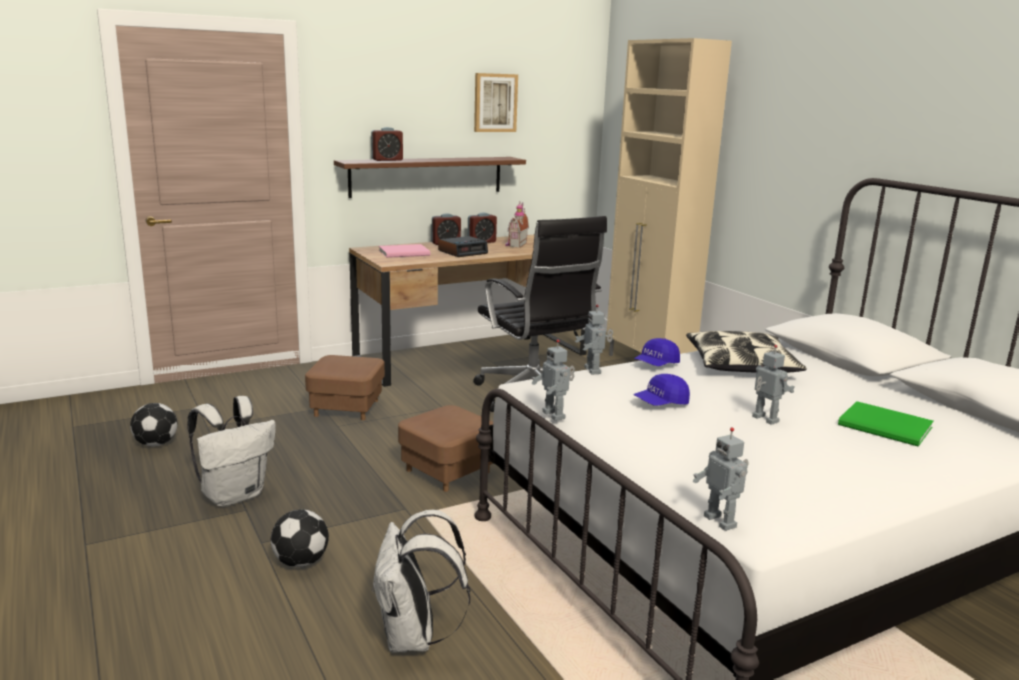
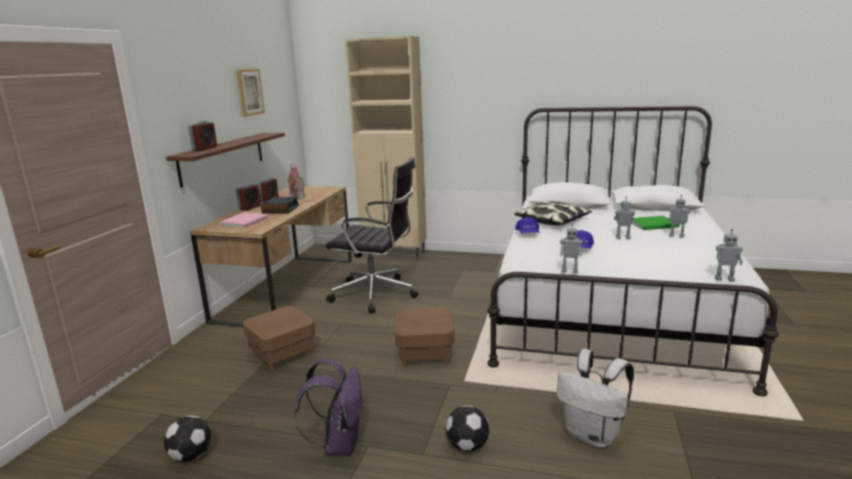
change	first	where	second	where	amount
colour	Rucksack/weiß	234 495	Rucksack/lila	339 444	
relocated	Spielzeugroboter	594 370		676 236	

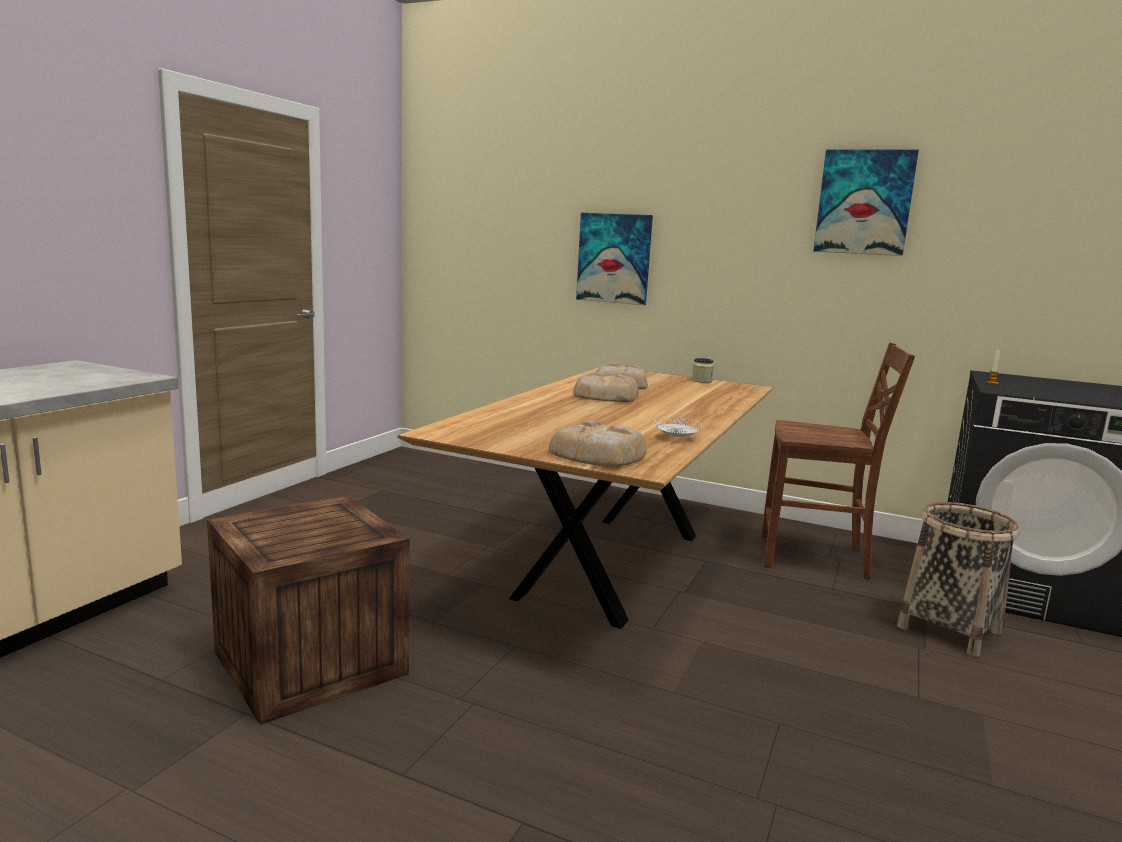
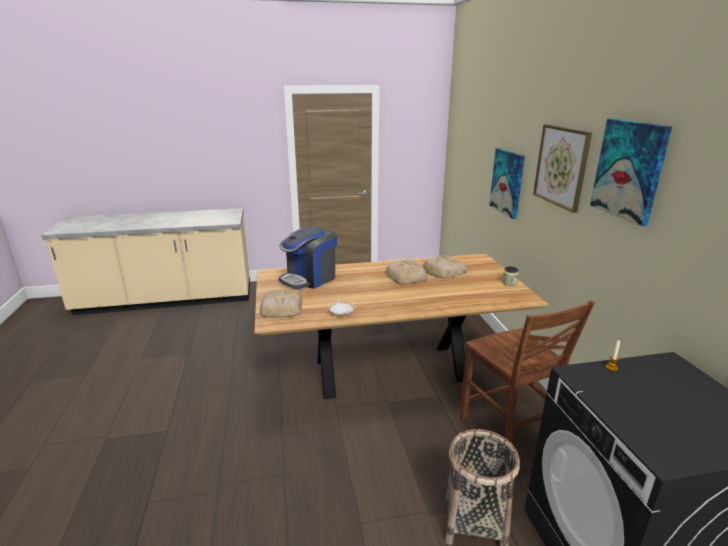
change	first	where	second	where	amount
appeared			Kaffeemaschine	309 278	
appeared			Bild	561 166	
missing	Kiste	310 663			

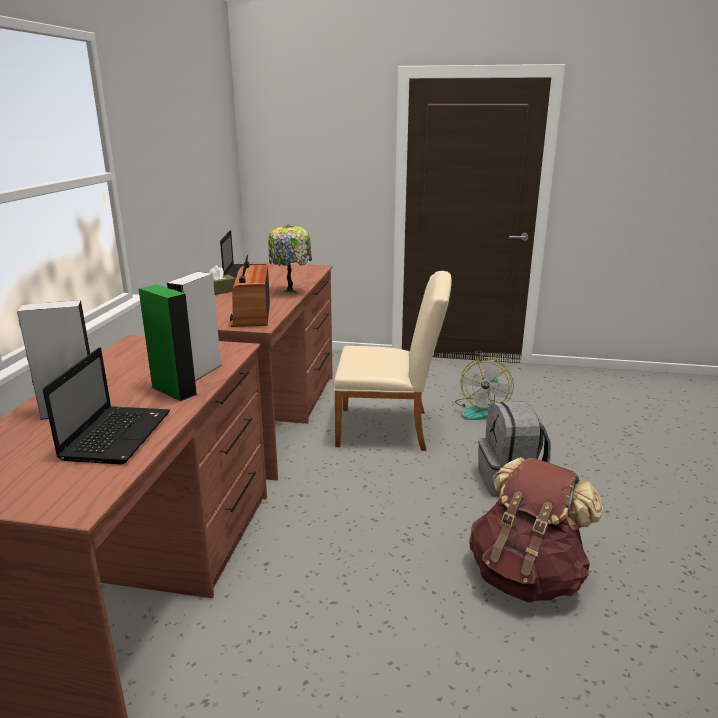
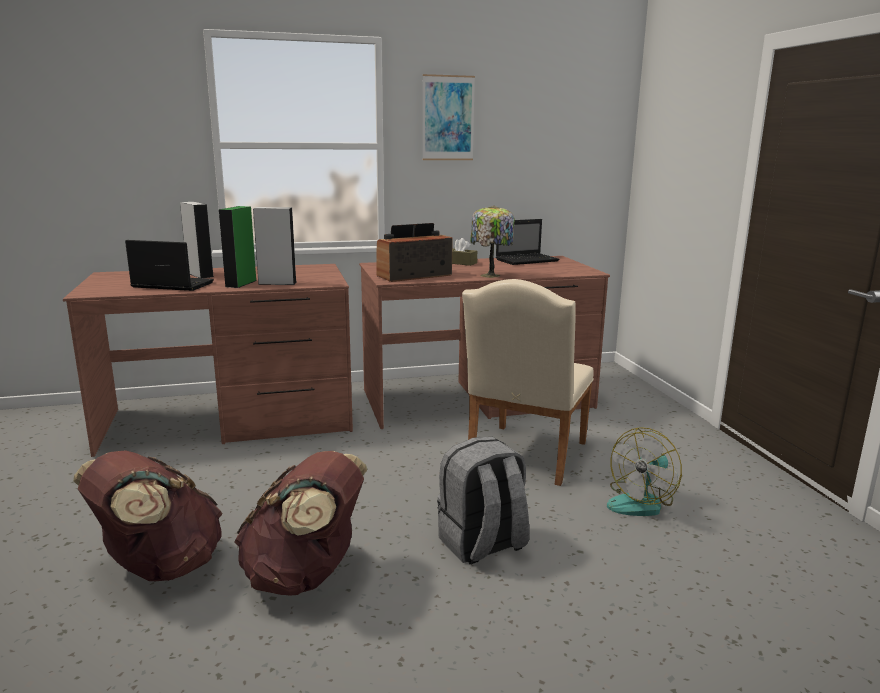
change	first	where	second	where	amount
appeared			Rucksack/braun	159 567	
spun	Laptop	117 434		171 285	150 degrees counterclockwise
appeared			Bild	448 118	
spun	Stuhl/beige	390 429		524 457	45 degrees clockwise
spun	Ventilator	481 410		641 502	45 degrees counterclockwise

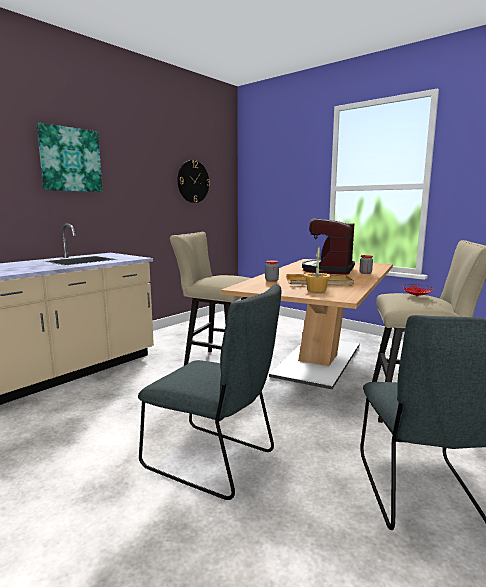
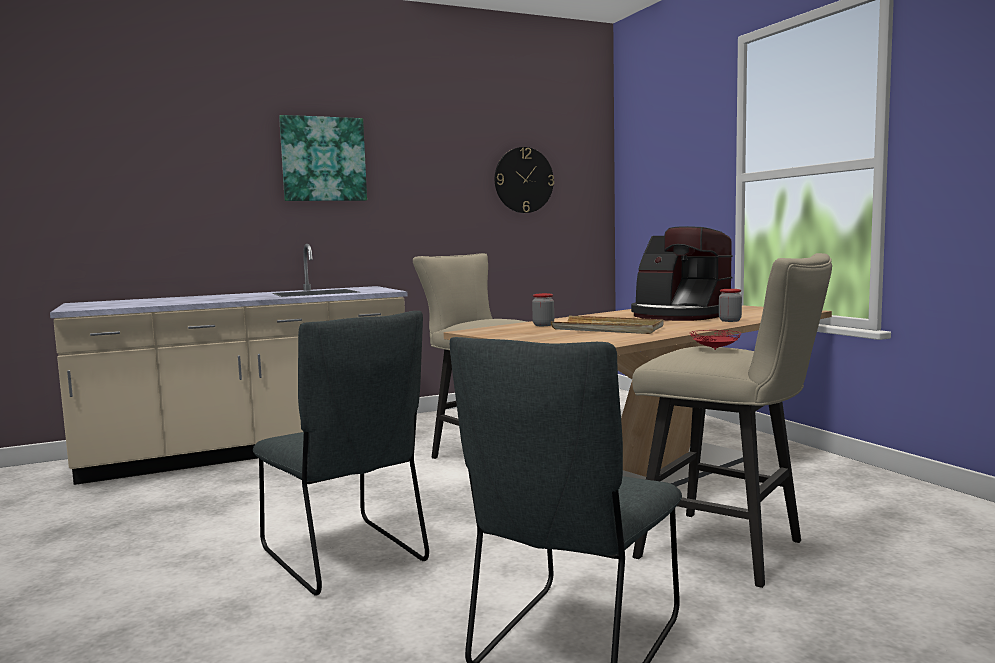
change	first	where	second	where	amount
spun	Kaffeemaschine	329 270		679 316	90 degrees counterclockwise
missing	Topfpflanze	316 289			

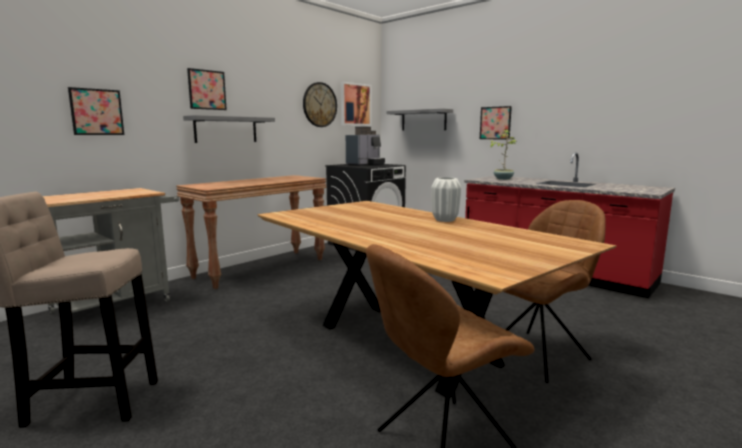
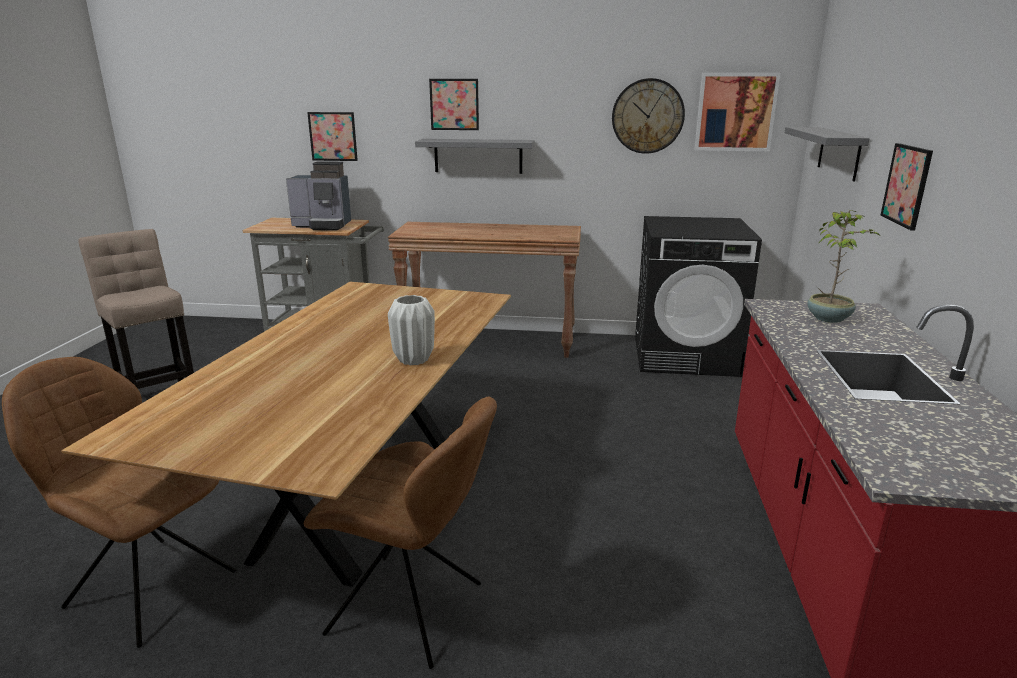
change	first	where	second	where	amount
relocated	Kaffeemaschine	365 164		323 226	

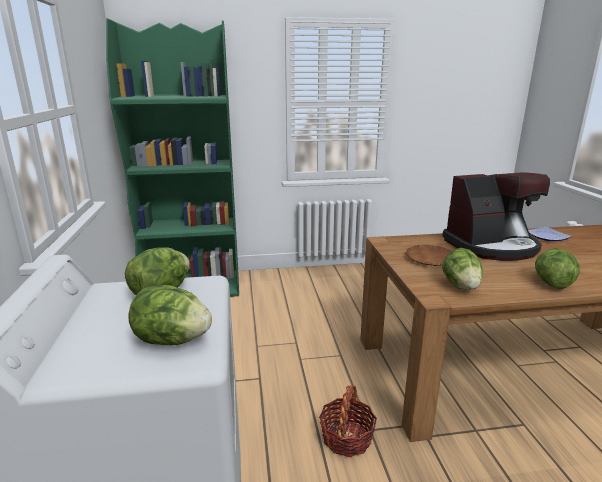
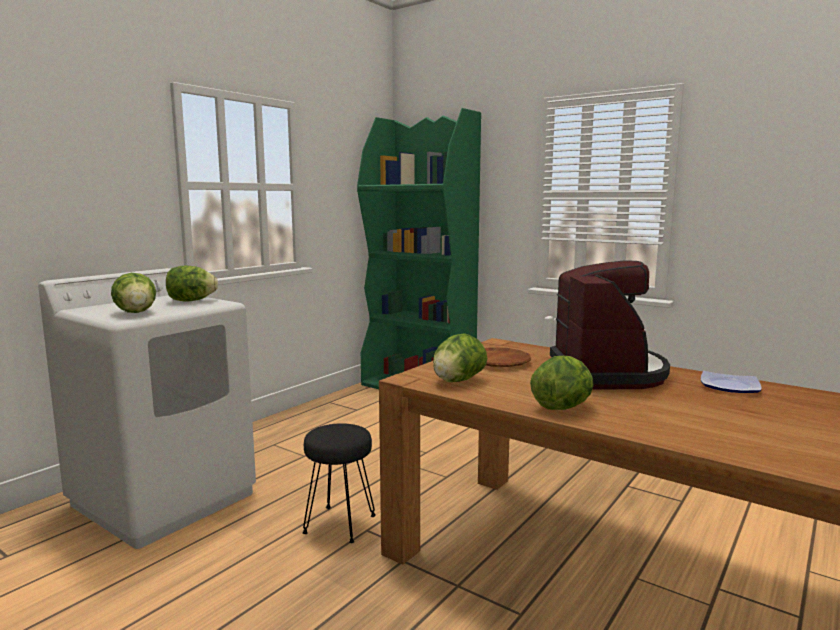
change	first	where	second	where	amount
exchanged	Korb	346 437	Hocker/schwarz	340 523	
spun	Kaffeemaschine	491 246		607 373	120 degrees counterclockwise

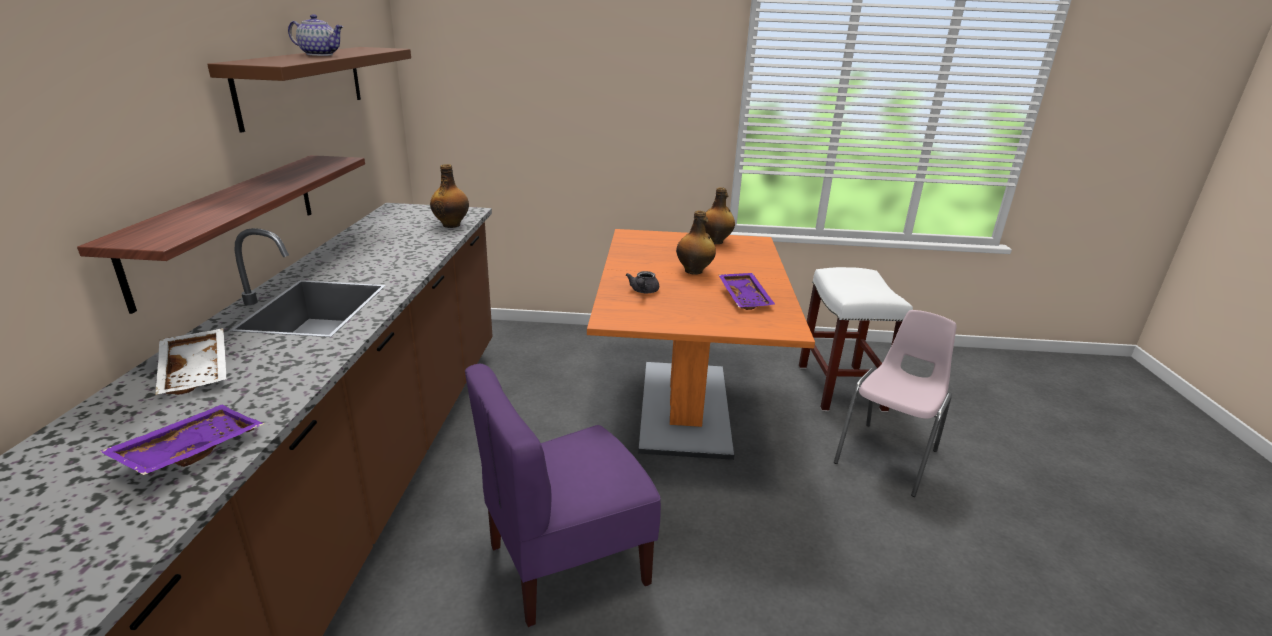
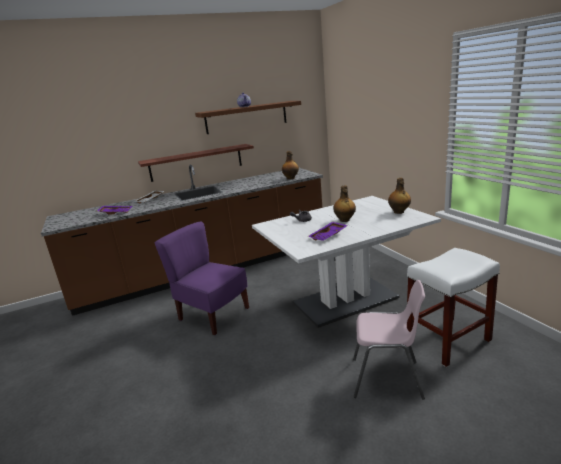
change	first	where	second	where	amount
colour	Esstisch/orange	684 407	Esstisch/weiß	345 301	

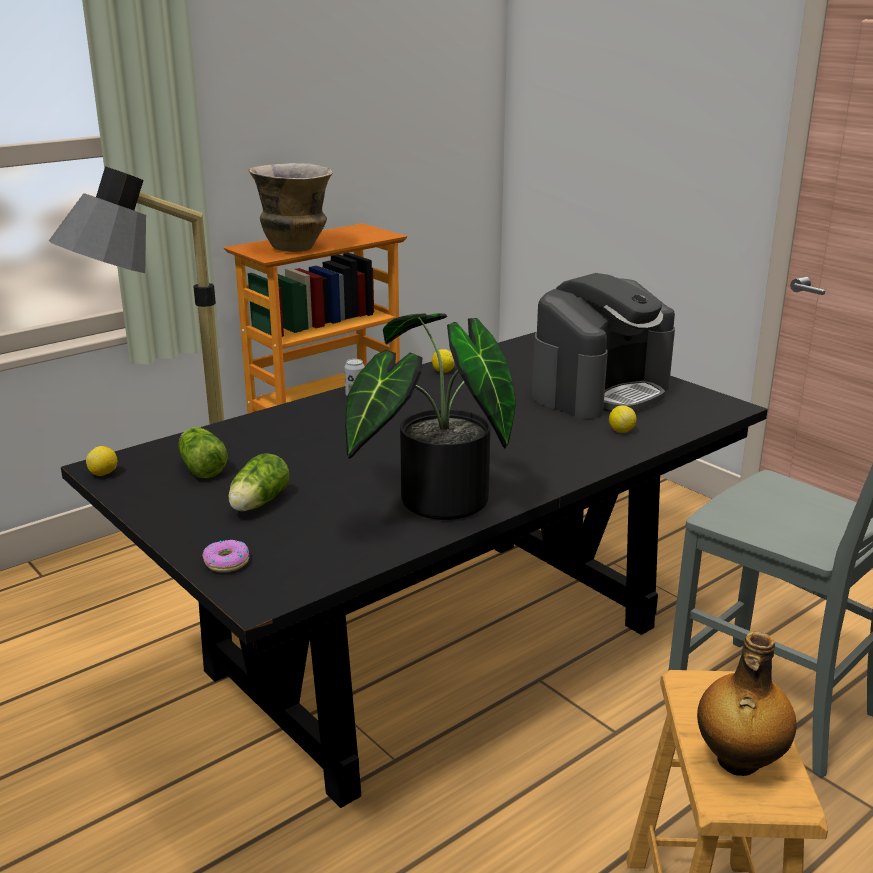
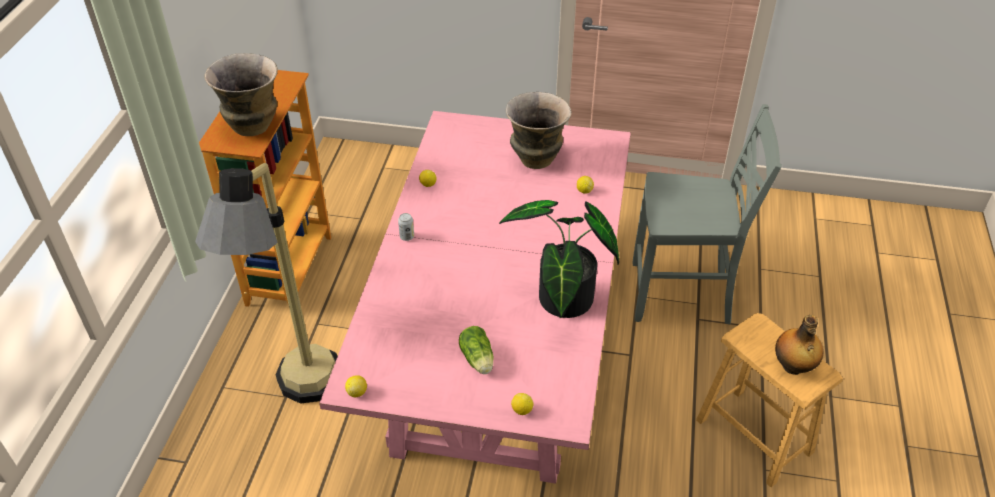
change	first	where	second	where	amount
colour	Esstisch/schwarz	438 647	Esstisch/rosa	497 357	
exchanged	Kaffeemaschine	600 391	Vase	536 159	
exchanged	Donut	226 562	Zitrone	521 410	
missing	Salatkopf	201 467			

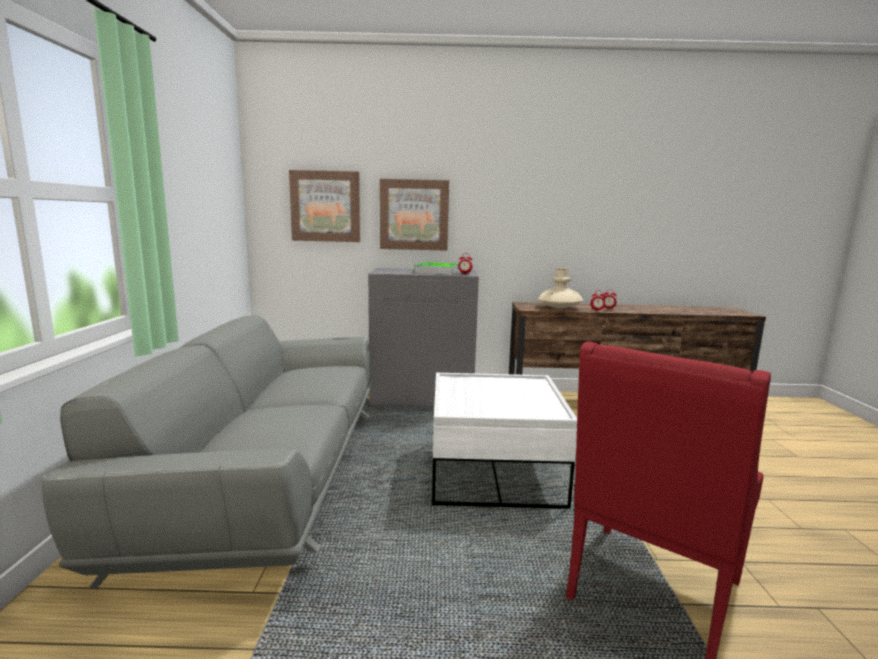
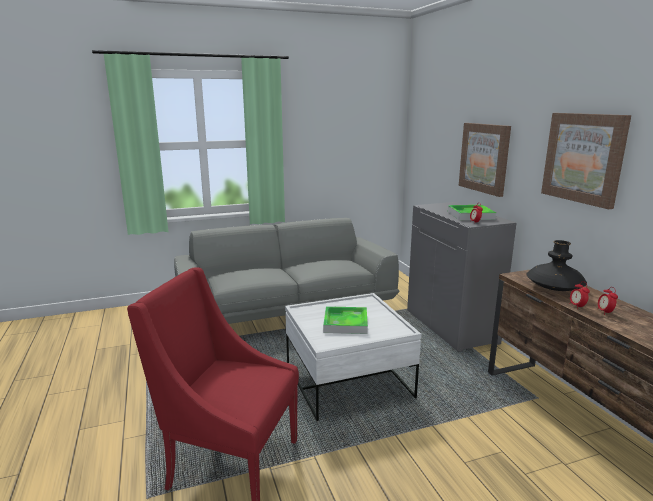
change	first	where	second	where	amount
appeared			Tablett	345 323	
colour	Vase/beige	559 307	Vase/schwarz	554 288	
relocated	Bild	325 206		583 158	

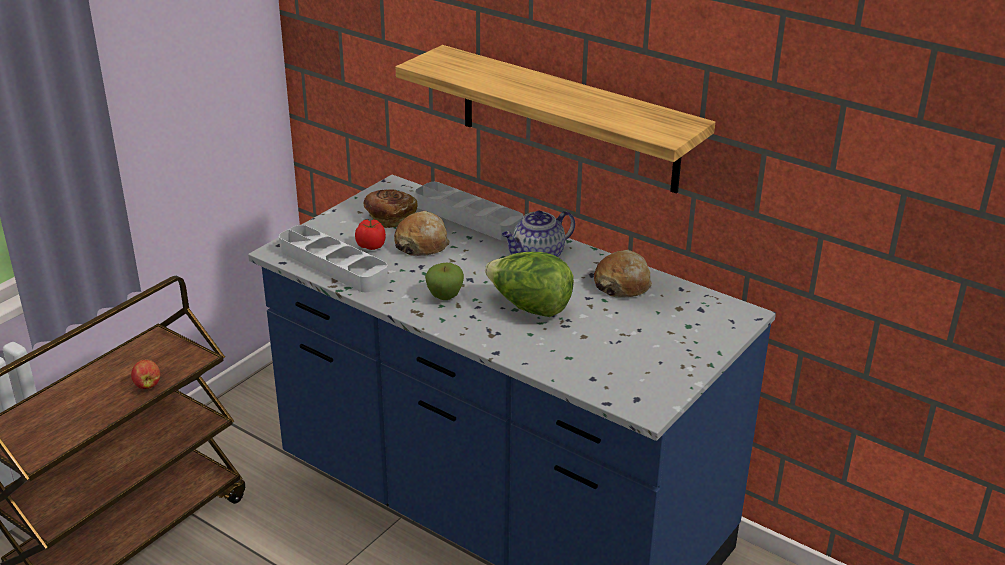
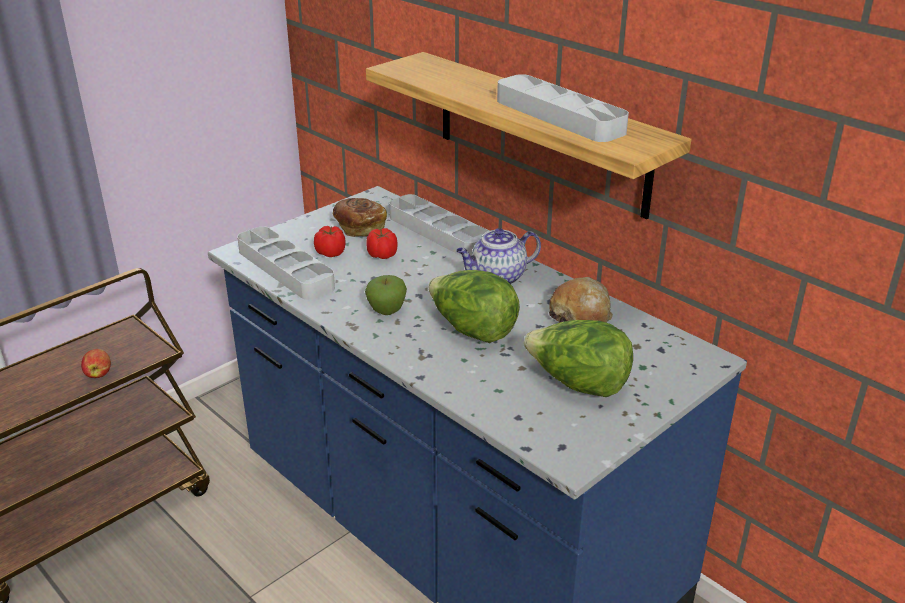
change	first	where	second	where	amount
exchanged	Brot	422 244	Tomate	382 255	
appeared			Tablett/grau	559 116	
appeared			Salatkopf	578 385	

